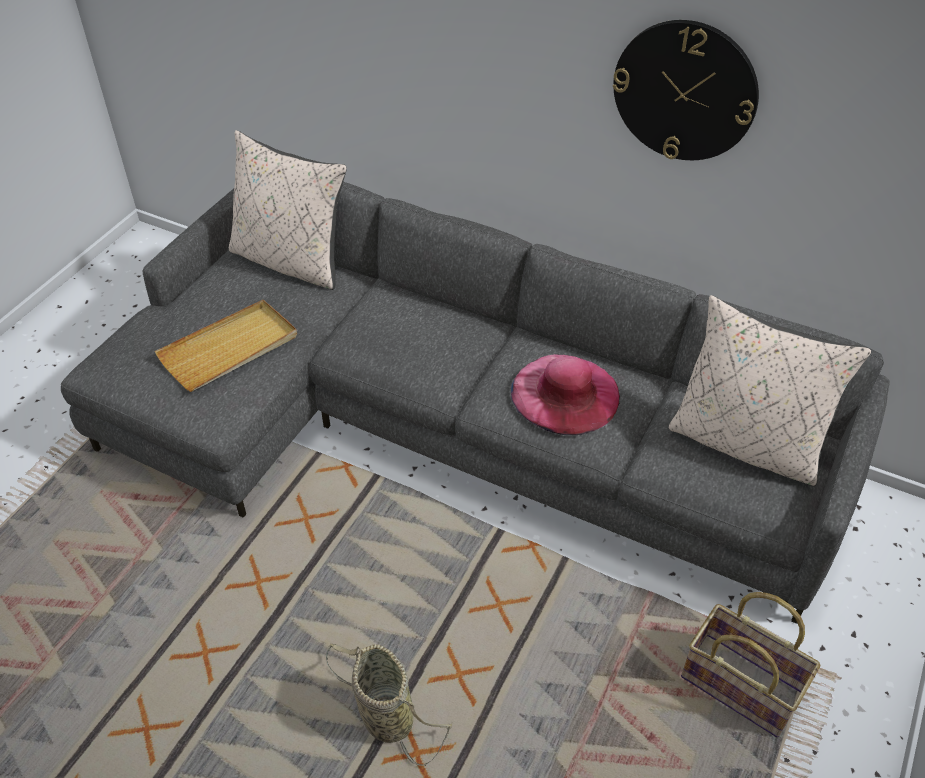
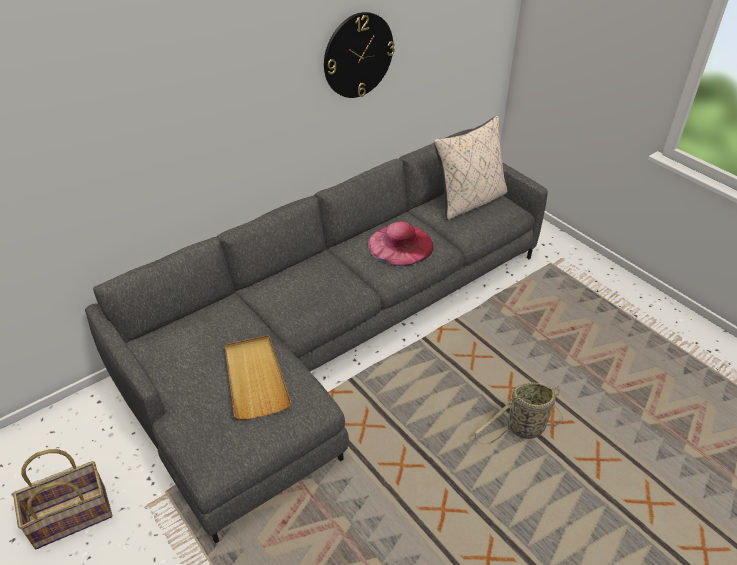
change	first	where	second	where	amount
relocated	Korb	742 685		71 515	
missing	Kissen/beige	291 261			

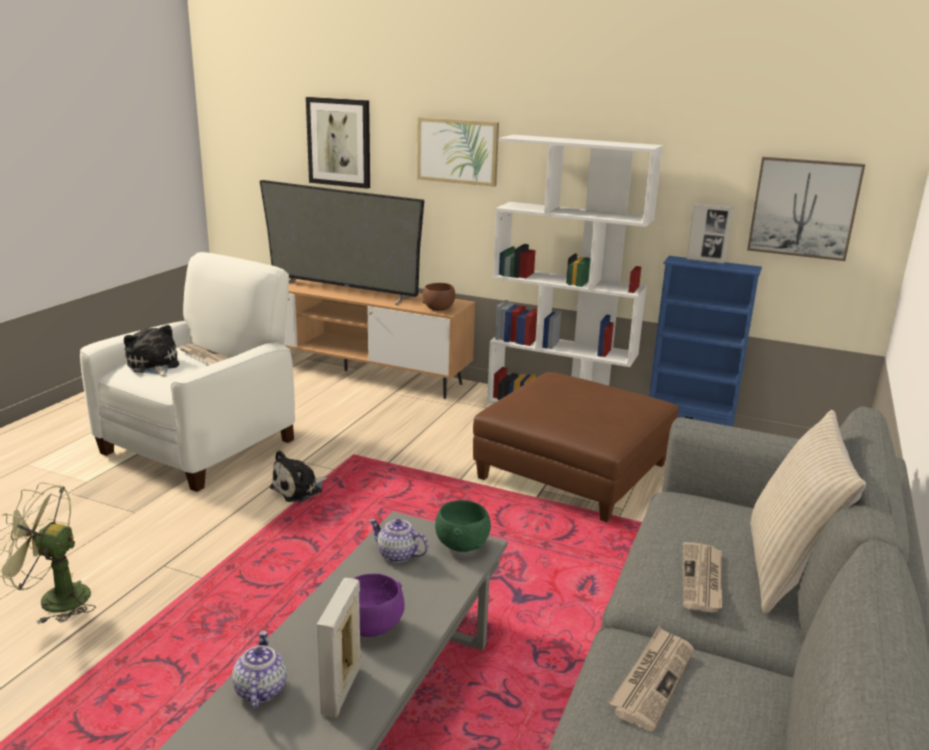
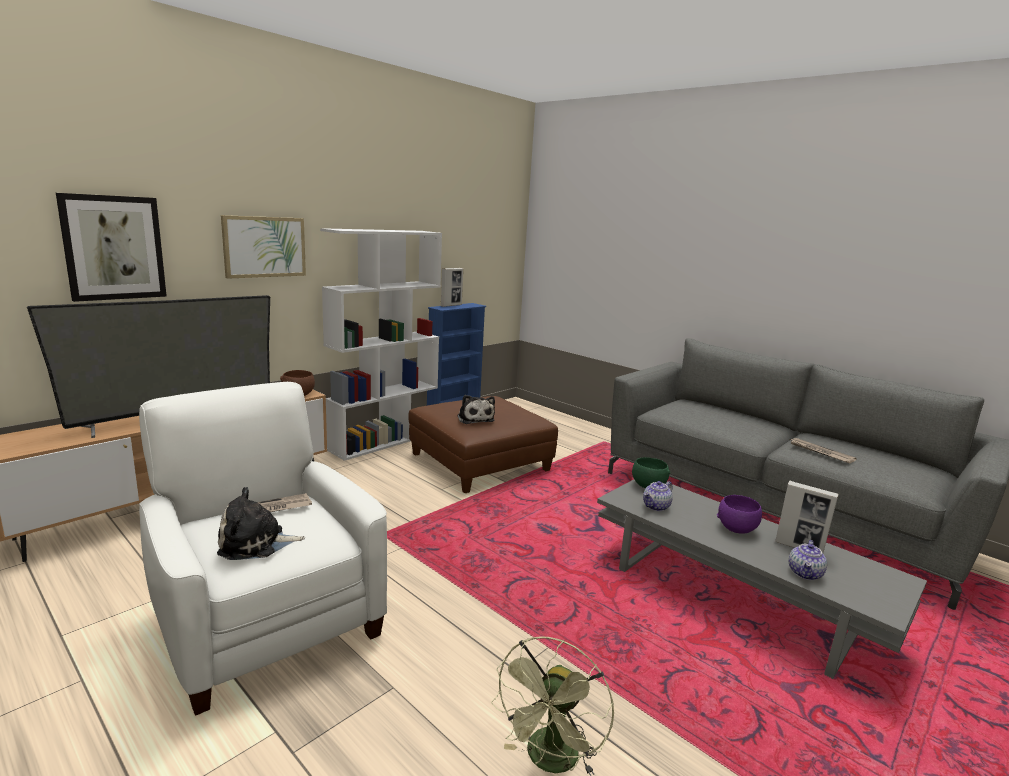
change	first	where	second	where	amount
relocated	Plüschtier	299 489		475 418	
spun	Teekanne	260 690		805 574	75 degrees counterclockwise
missing	Zeitung	702 579			
missing	Bild	803 208			
missing	Kissen/beige	786 570			

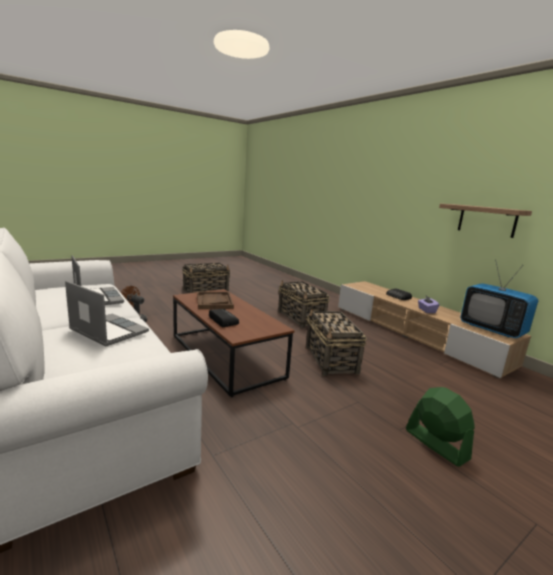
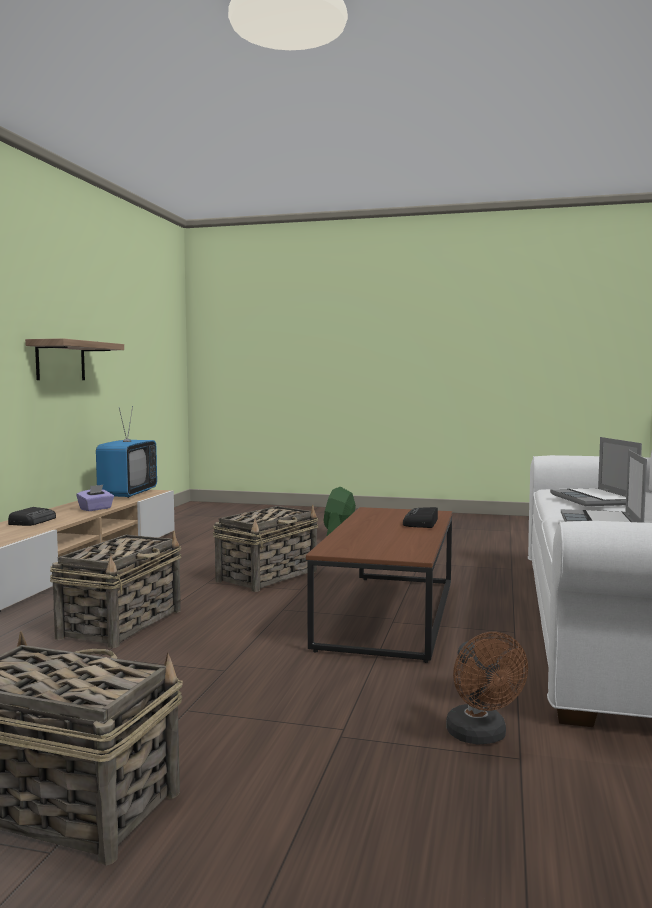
change	first	where	second	where	amount
missing	Tablett/braun	214 301			

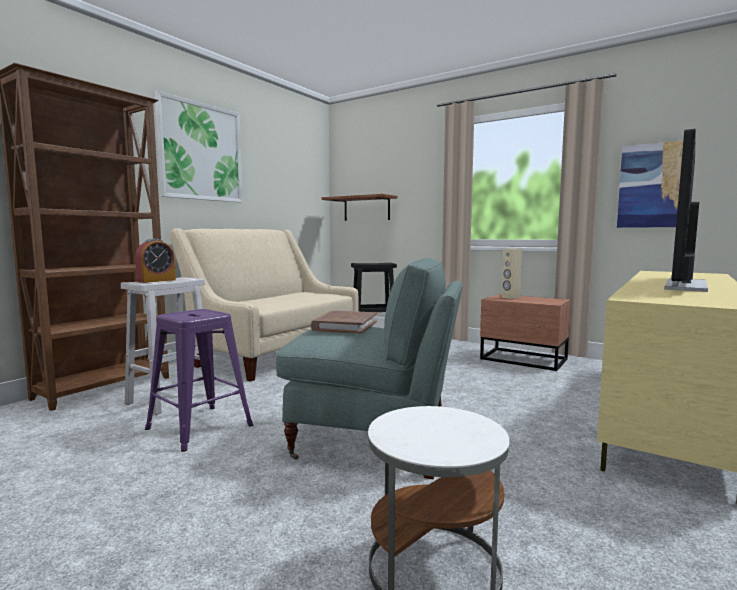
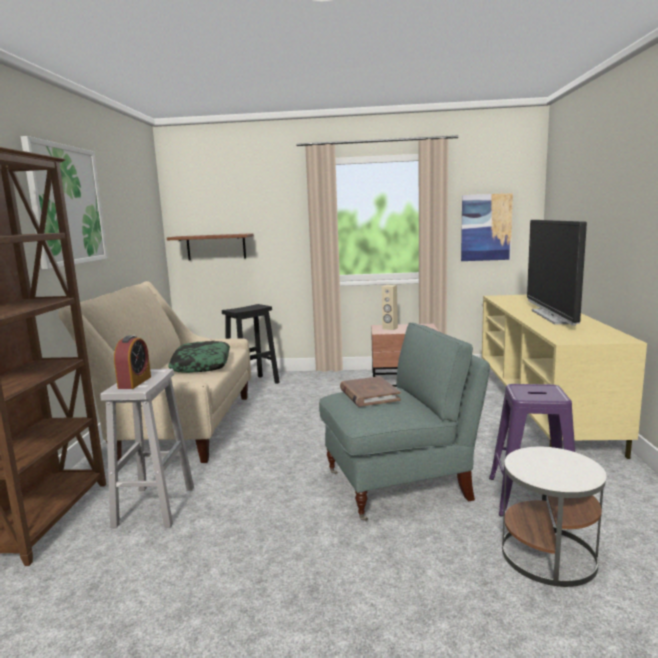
change	first	where	second	where	amount
appeared			Kissen	201 365	
relocated	Hocker/lila	198 427		531 498	

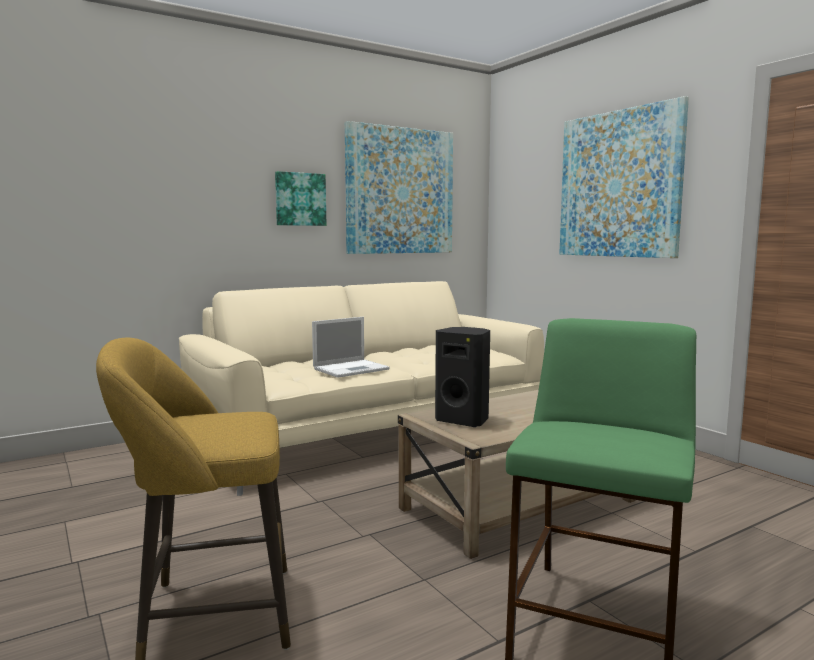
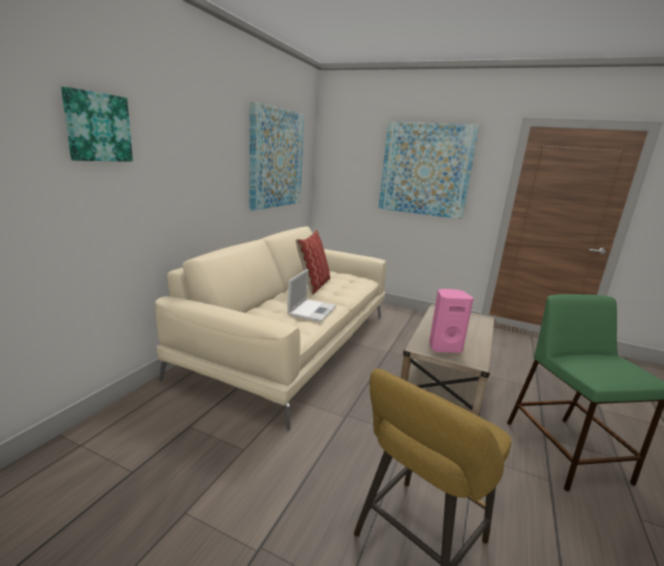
change	first	where	second	where	amount
relocated	Bild	300 199		97 127	
appeared			Kissen	313 285	
colour	Lautsprecher/schwarz	463 420	Lautsprecher/rosa	444 347	

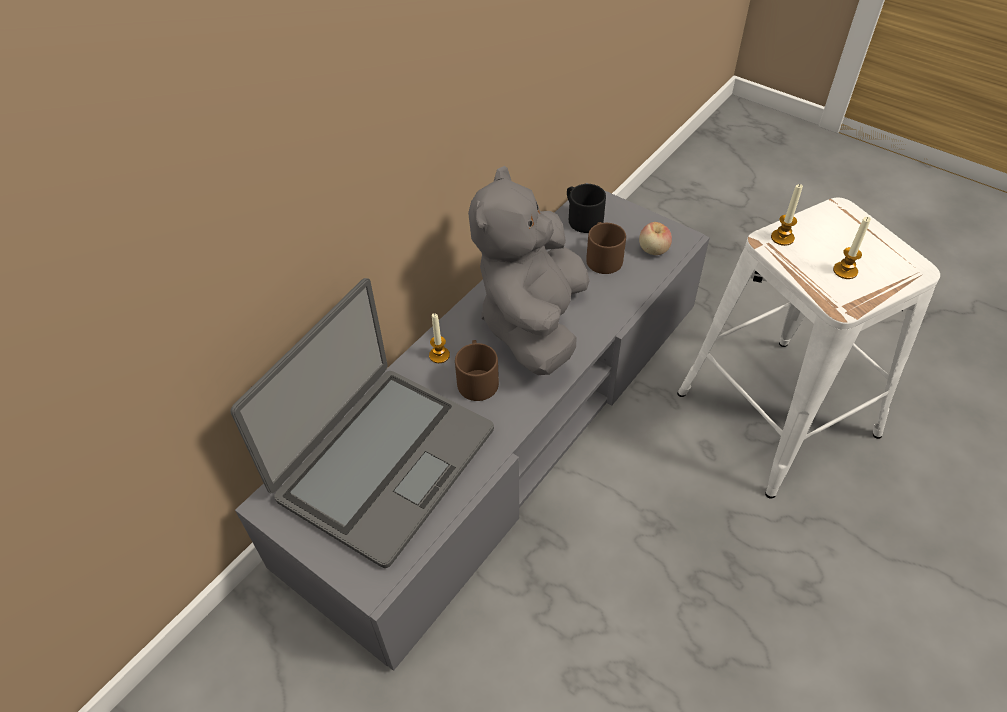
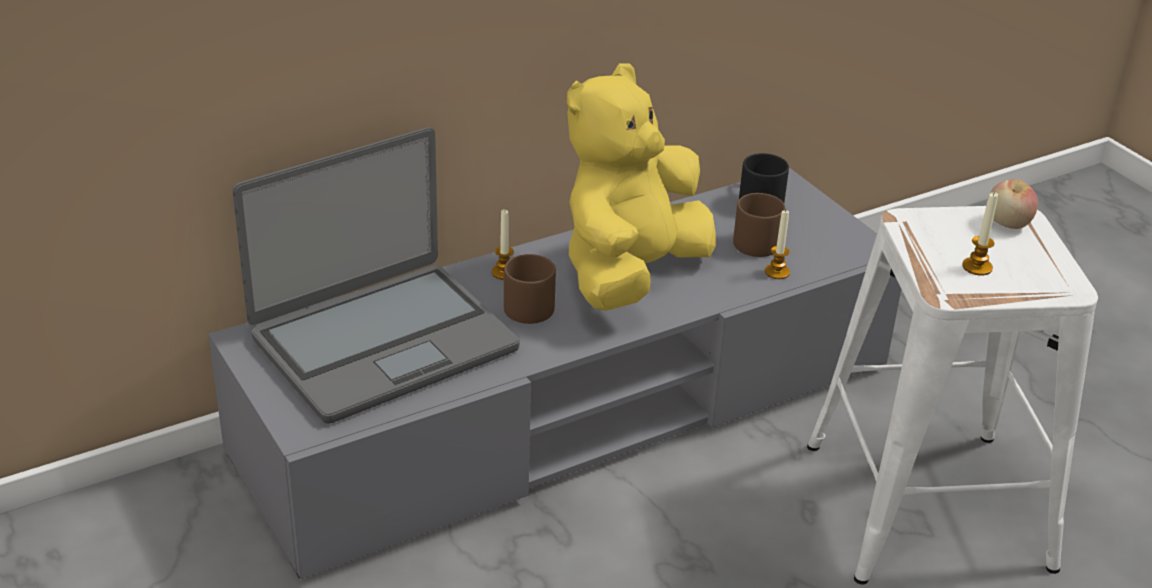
change	first	where	second	where	amount
colour	Plüschtier/grau	533 323	Plüschtier/gelb	630 275	
relocated	Kerze	782 238		777 272	
relocated	Apfel	653 250		1007 223	

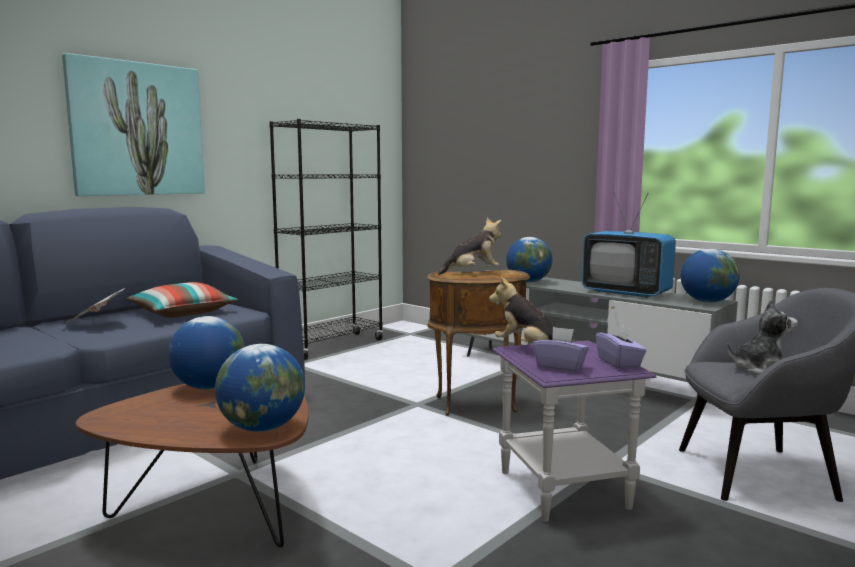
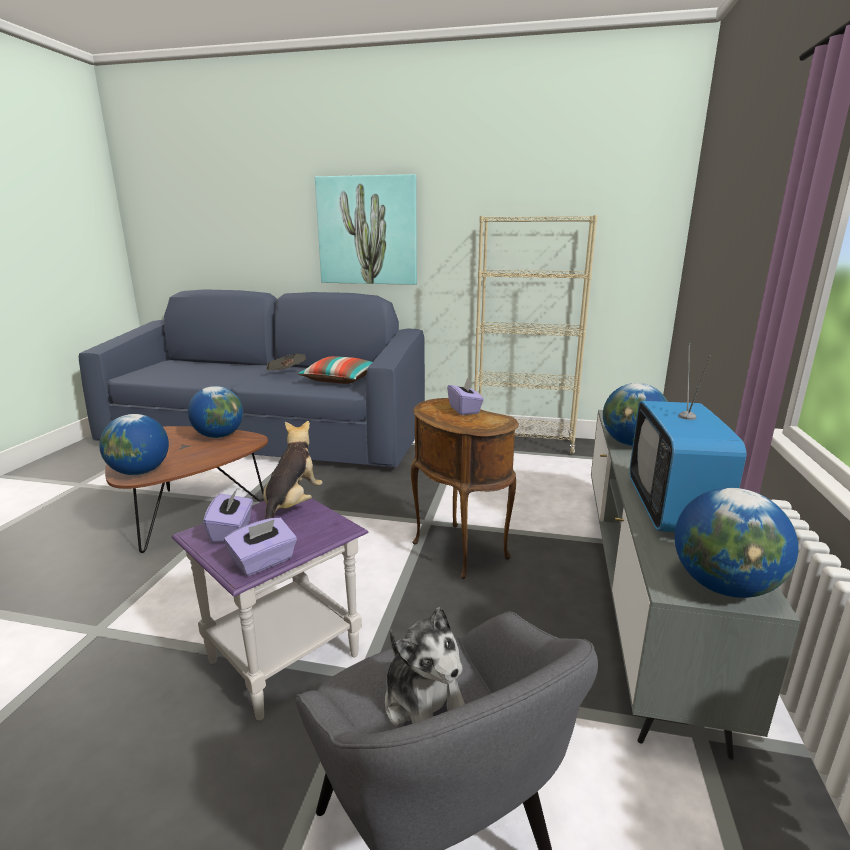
change	first	where	second	where	amount
exchanged	Plüschtier	472 273	Taschentuchbox/lila	464 410	
colour	Bücherregal/schwarz	332 346	Bücherregal/beige	523 443	

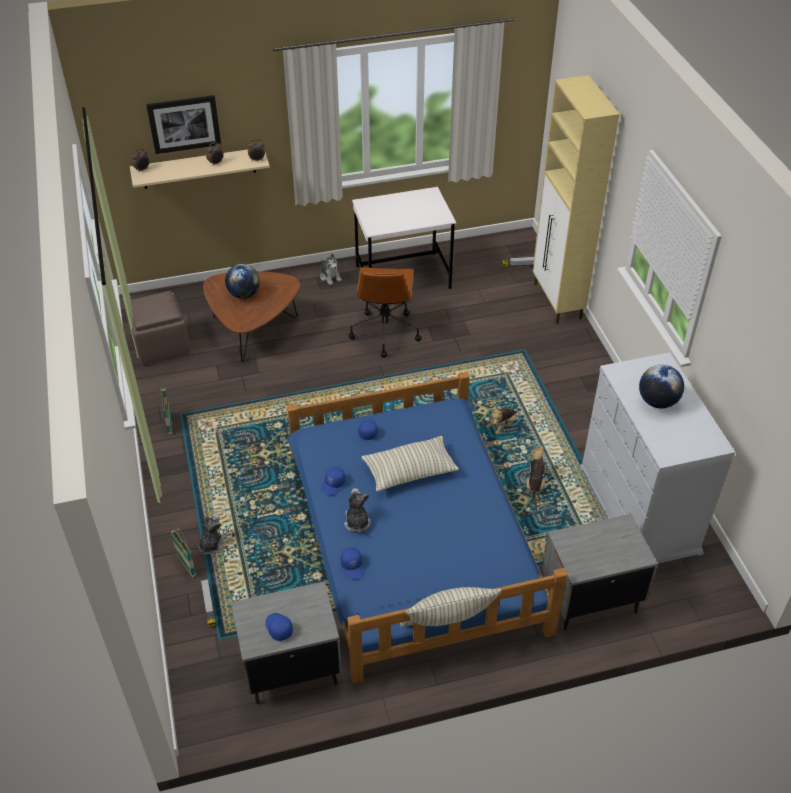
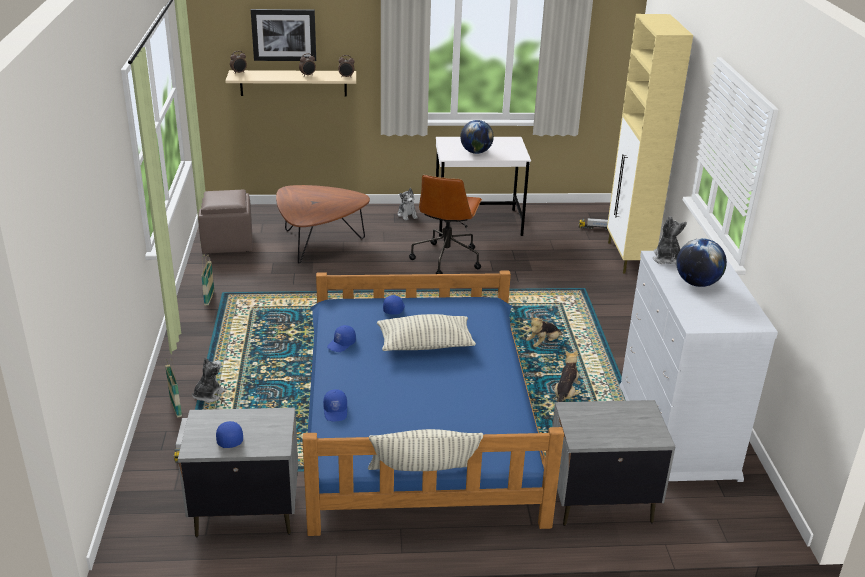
change	first	where	second	where	amount
relocated	Globus	244 294		476 152	
relocated	Plüschtier	357 522		666 259	

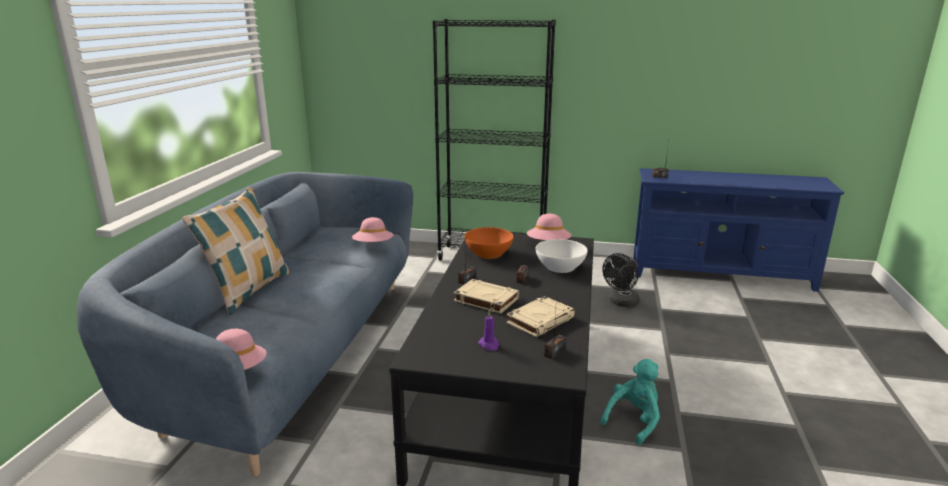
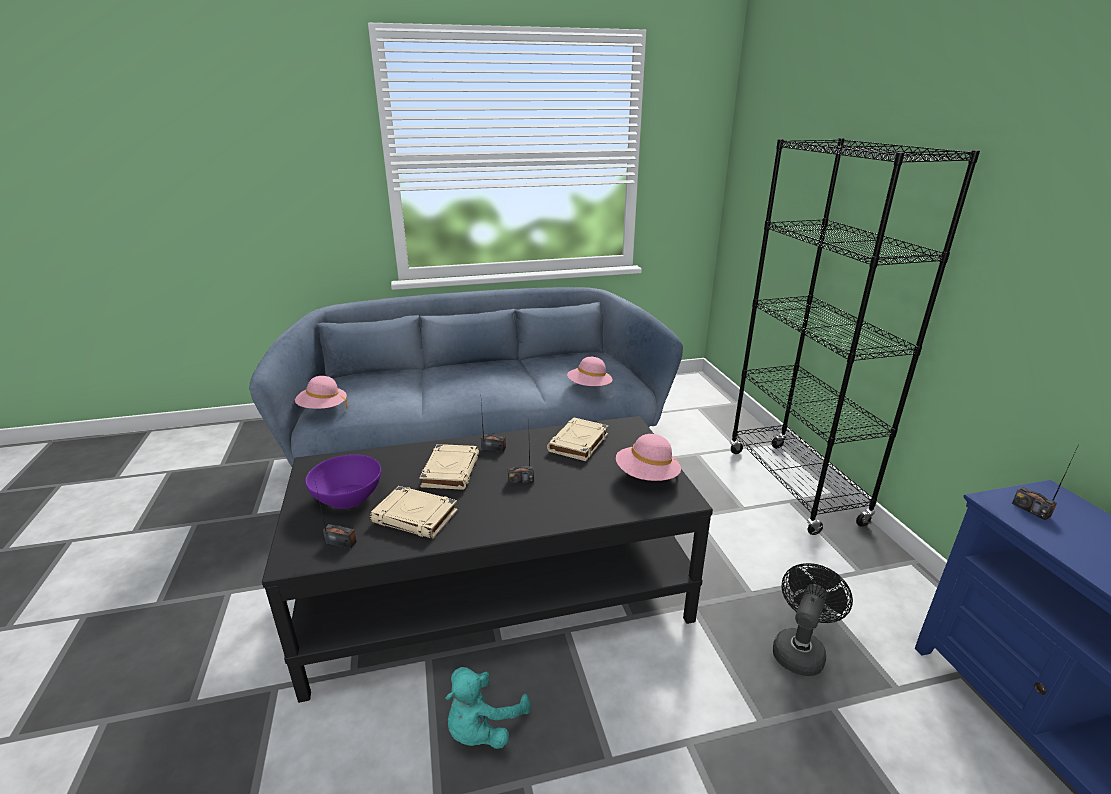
change	first	where	second	where	amount
exchanged	Kerze/lila	489 345	Schüssel/lila	347 497	
spun	Plüschtier/türkis	634 421		482 727	105 degrees clockwise
exchanged	Schüssel/orange	489 253	Buch/beige	578 443	
spun	Ventilator/schwarz	621 303		800 649	105 degrees clockwise
missing	Kissen	248 291			
missing	Schüssel/weiß	560 267			

